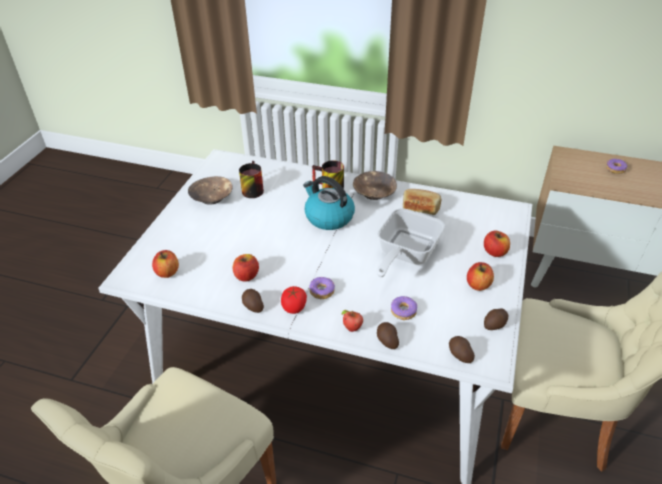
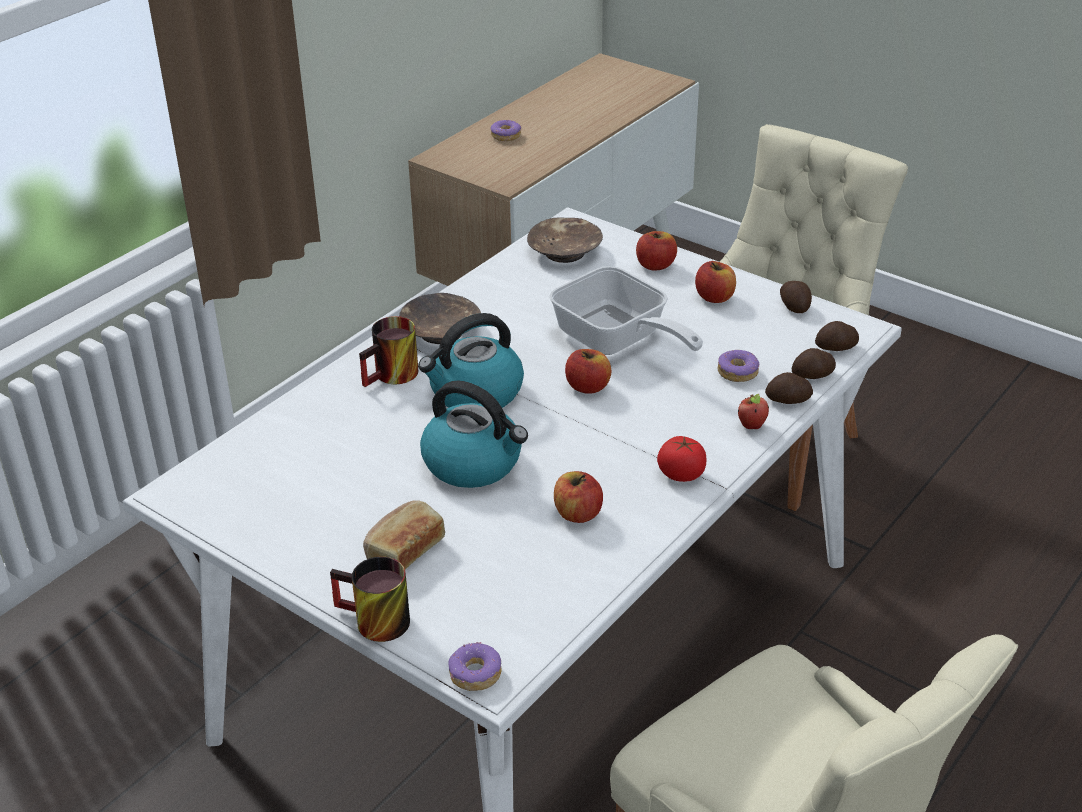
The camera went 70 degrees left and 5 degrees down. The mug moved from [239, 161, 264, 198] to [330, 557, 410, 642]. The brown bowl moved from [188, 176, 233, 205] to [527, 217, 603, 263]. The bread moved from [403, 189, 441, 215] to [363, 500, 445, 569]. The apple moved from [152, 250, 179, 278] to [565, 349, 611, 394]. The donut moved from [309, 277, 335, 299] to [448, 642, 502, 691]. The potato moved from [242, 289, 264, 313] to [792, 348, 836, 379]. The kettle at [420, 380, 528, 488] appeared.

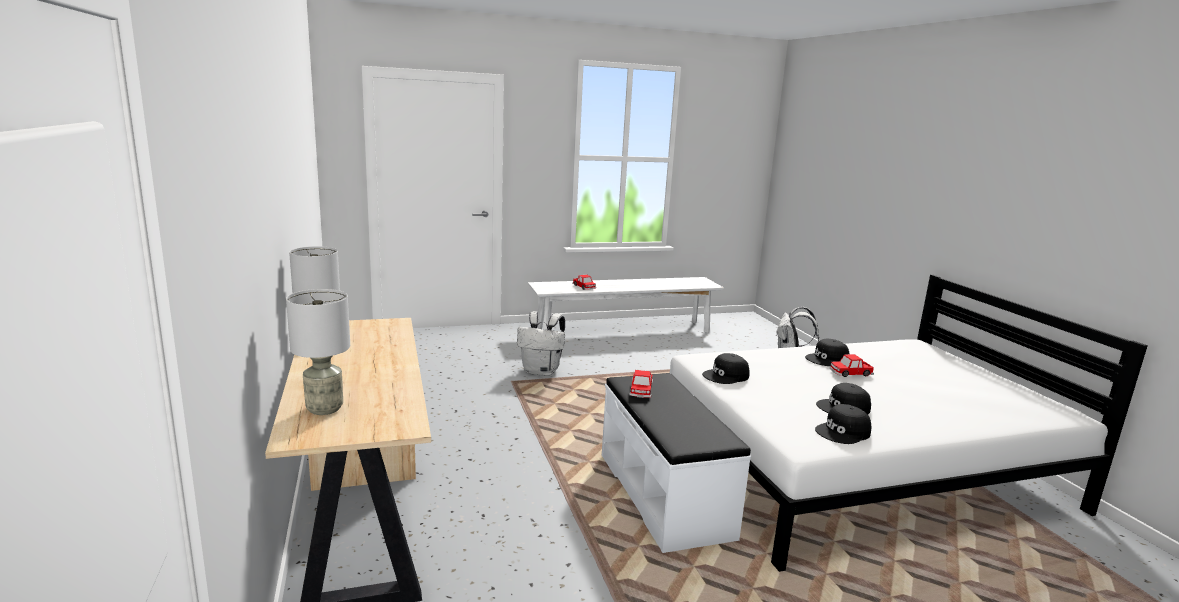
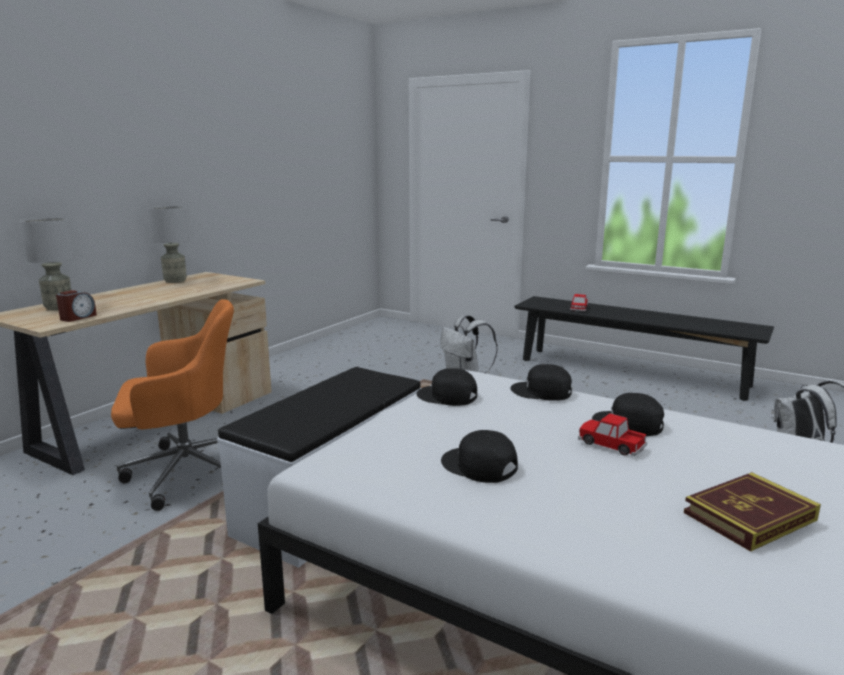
The camera went 50 degrees right and 0 degrees up. The white bench at [528, 277, 724, 333] became the black bench at [514, 296, 774, 401]. The toy car at [629, 370, 653, 398] disappeared. The black cap moved from [815, 404, 871, 444] to [510, 364, 572, 401]. The alarm clock at [56, 290, 97, 322] appeared. The orange office chair at [111, 299, 234, 511] appeared. The book at [684, 472, 821, 552] appeared.

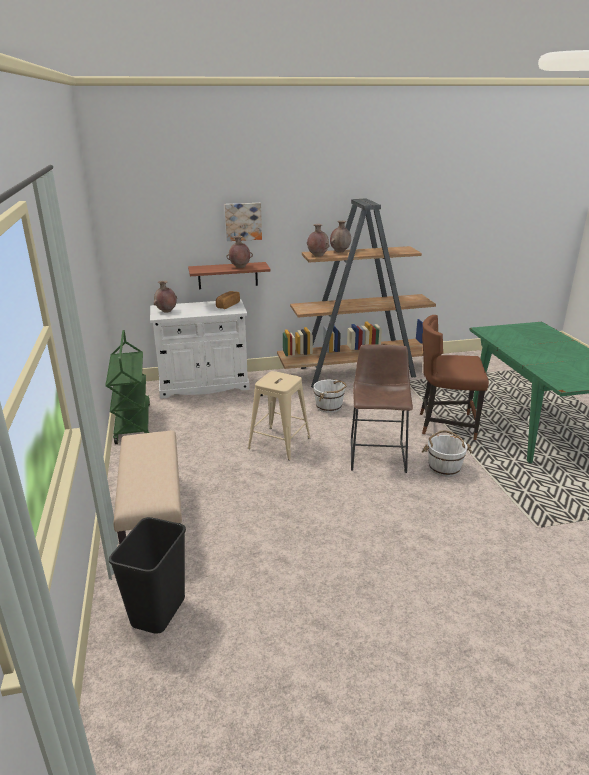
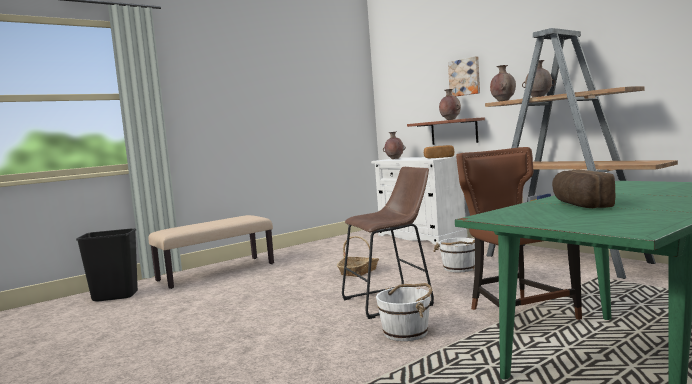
The camera went 65 degrees right and 20 degrees down. The green cart at [106, 330, 150, 444] disappeared. The beige stool at [248, 371, 310, 460] was replaced by the basket at [337, 236, 379, 277]. The bread at [552, 169, 615, 208] appeared.

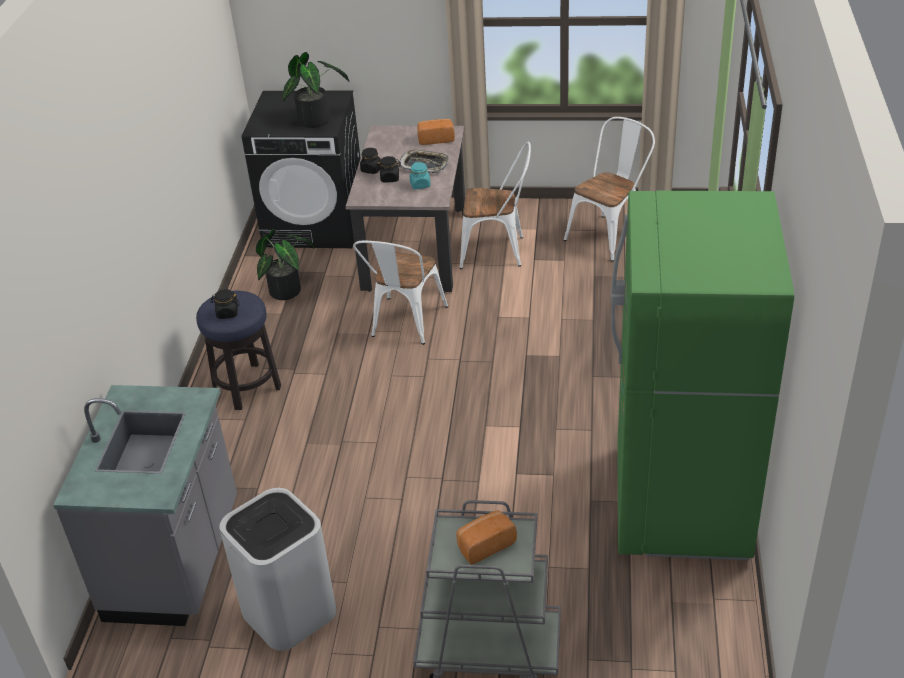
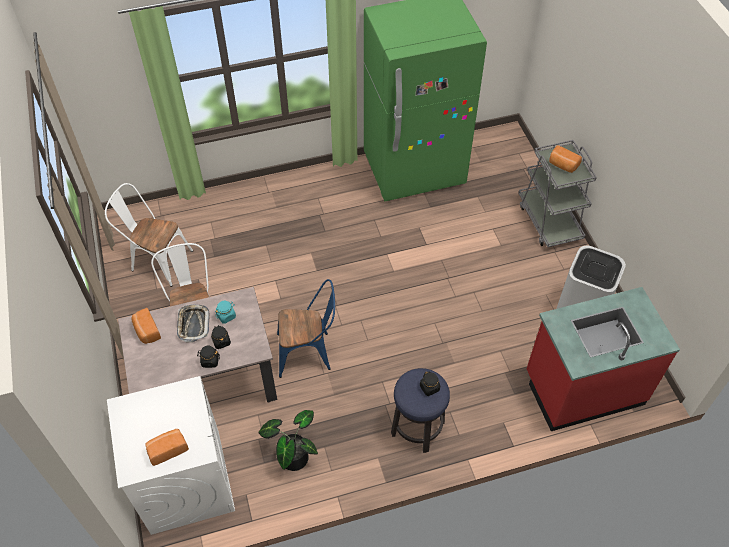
The camera went 115 degrees left and 15 degrees up. The potted plant at [283, 52, 349, 128] disappeared. The black washing machine at [242, 91, 361, 248] became the white washing machine at [107, 376, 235, 535]. The white chair at [353, 241, 448, 345] became the blue chair at [277, 279, 335, 378]. The grey counter at [53, 385, 237, 626] became the red counter at [527, 287, 680, 431]. The bread at [145, 429, 189, 466] appeared.

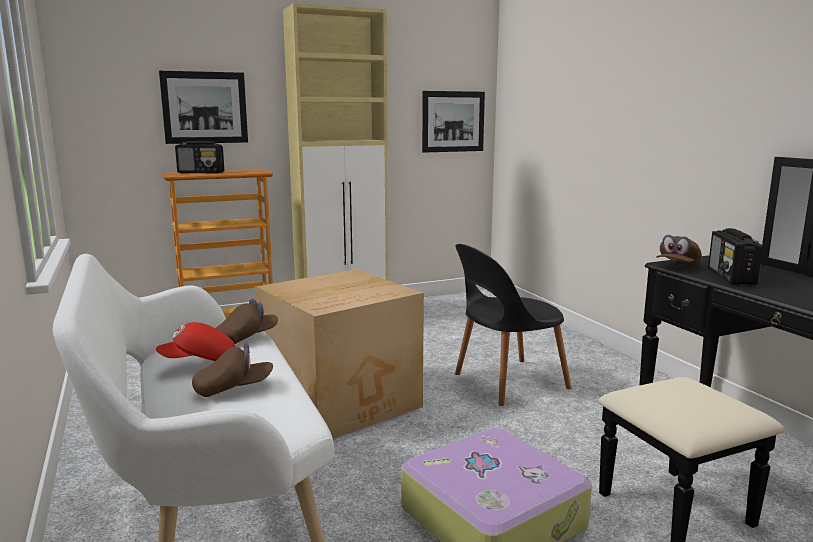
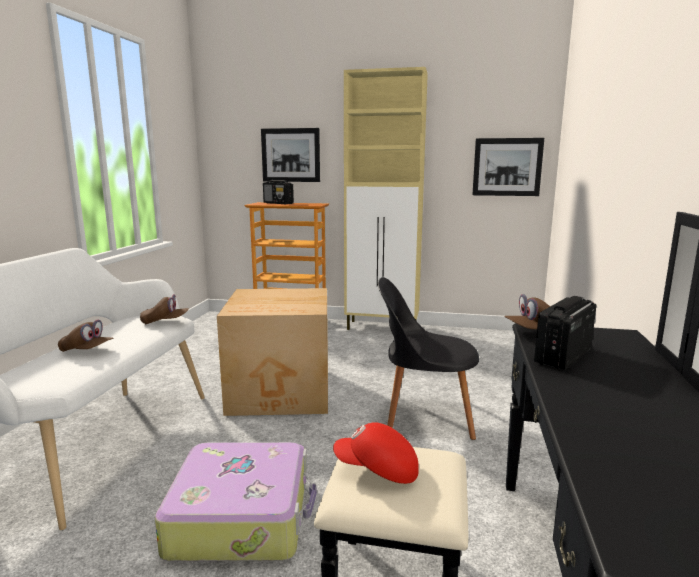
The camera went 35 degrees right and 0 degrees up. The red cap moved from [156, 322, 236, 361] to [333, 422, 419, 484].

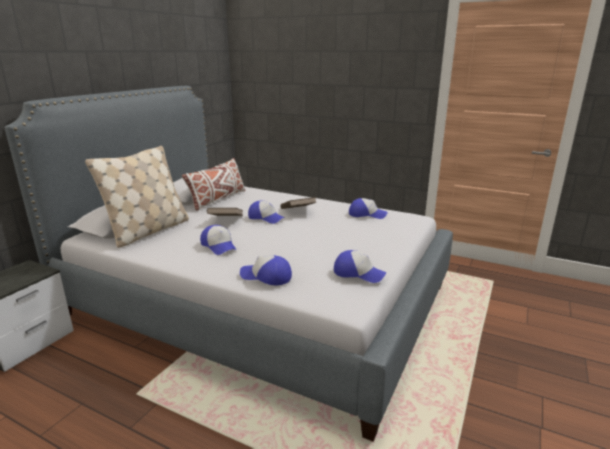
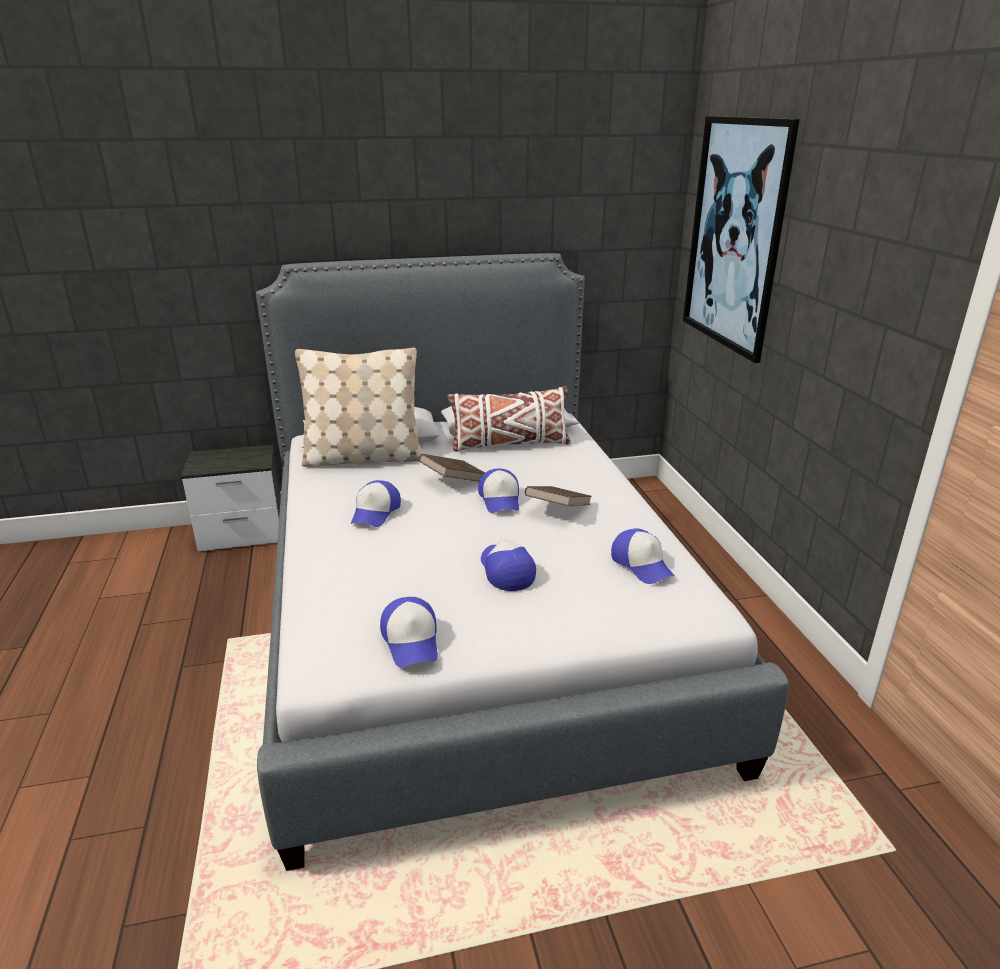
The camera went 50 degrees right and 5 degrees up. The cap moved from [240, 255, 292, 285] to [481, 539, 536, 591]. The picture at [683, 116, 800, 363] appeared.

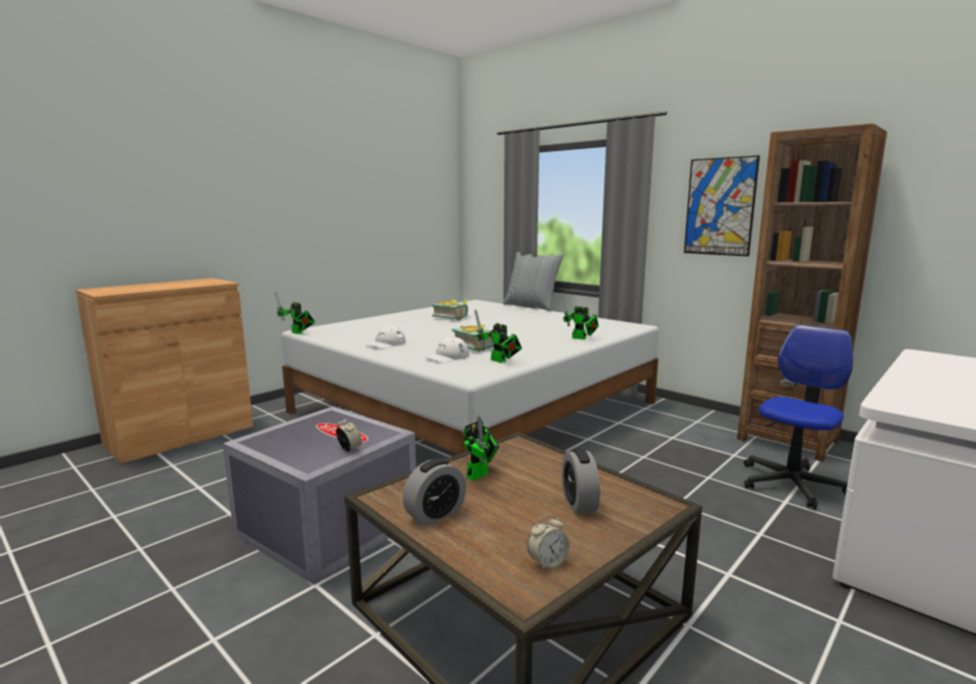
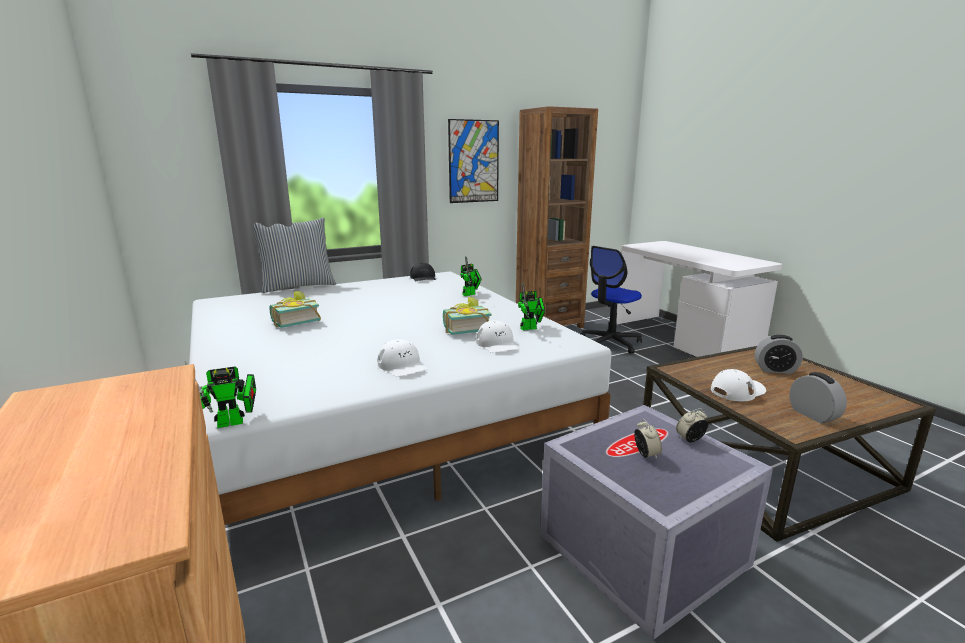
The camera went 70 degrees left and 5 degrees up. The office chair at [744, 325, 853, 509] turned 105 degrees counterclockwise. The toy robot at [464, 415, 499, 481] was replaced by the white cap at [711, 369, 766, 401]. The alarm clock moved from [527, 514, 570, 571] to [634, 419, 662, 460]. The black cap at [410, 263, 436, 281] appeared.

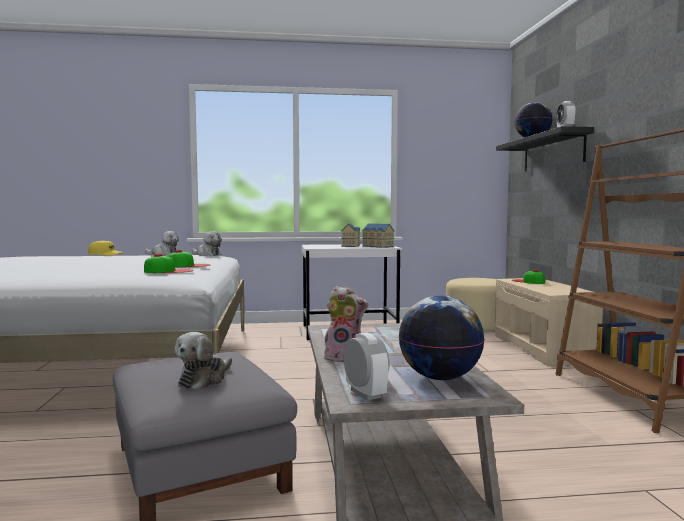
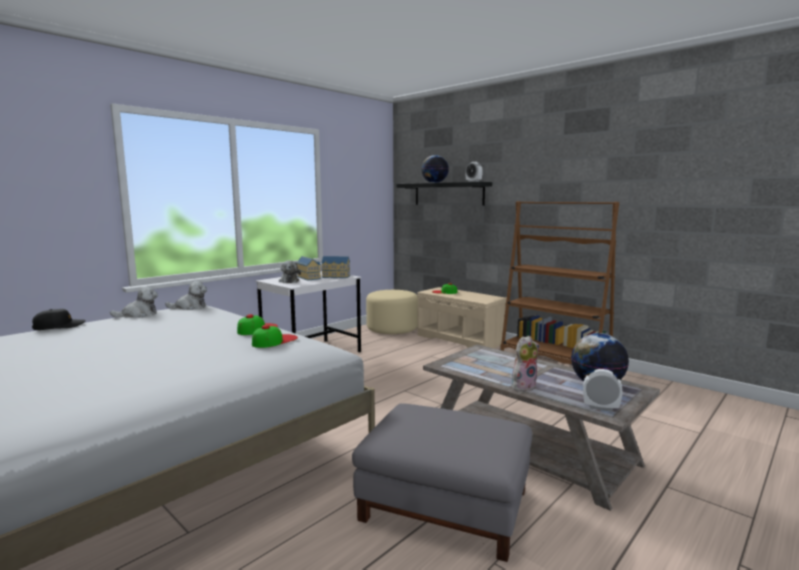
The camera went 40 degrees left and 5 degrees up. The yellow cap at [88, 240, 123, 256] became the black cap at [32, 309, 86, 330]. The plush toy moved from [174, 332, 232, 390] to [279, 261, 301, 283].

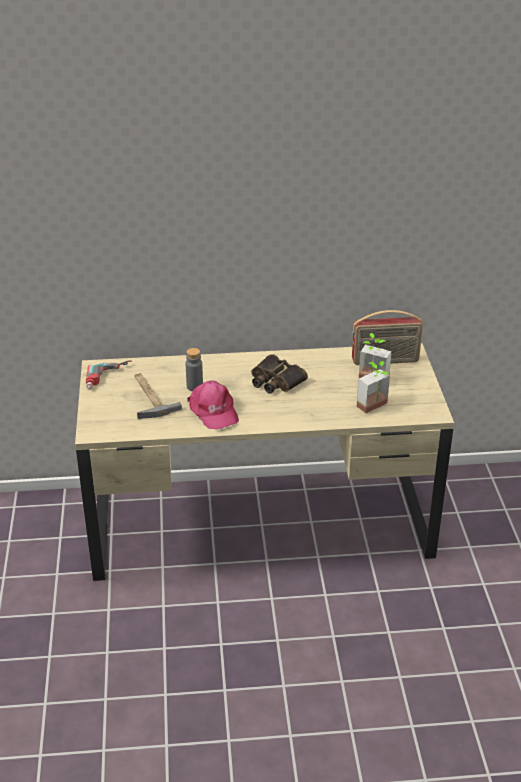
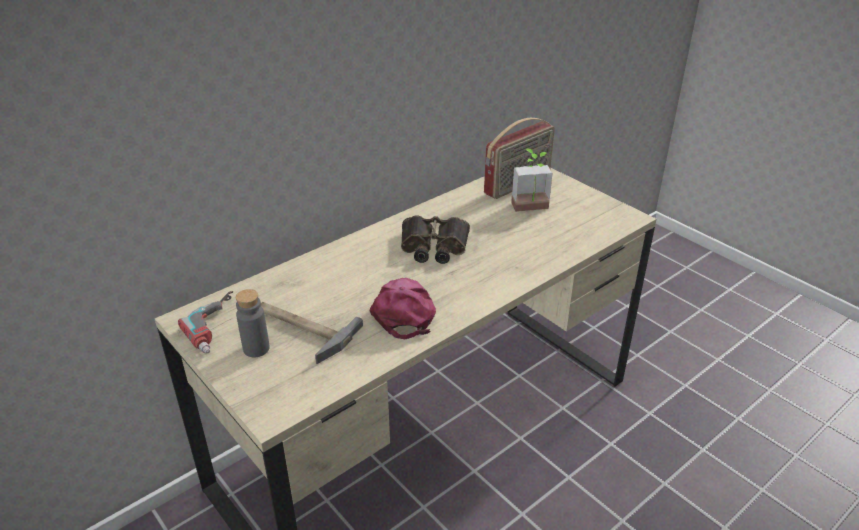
The camera went 35 degrees left and 0 degrees up. The grey bottle moved from [186, 348, 203, 391] to [236, 289, 270, 357]. The potted plant at [357, 361, 390, 413] disappeared. The pink cap at [187, 380, 239, 430] turned 120 degrees counterclockwise.

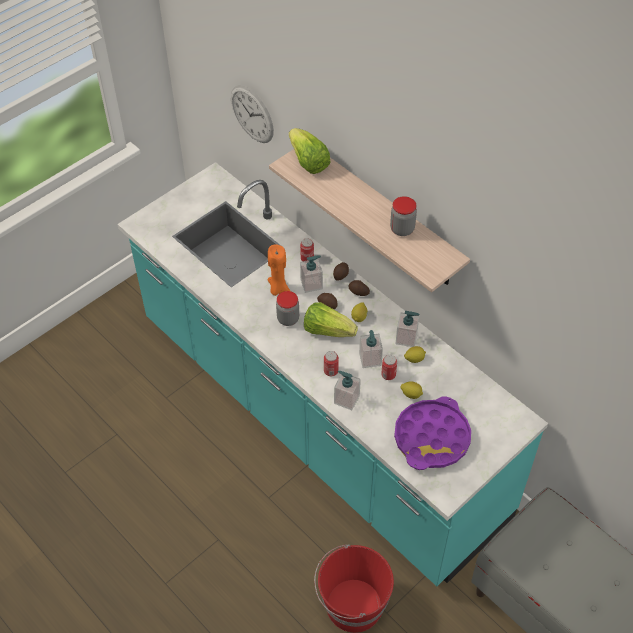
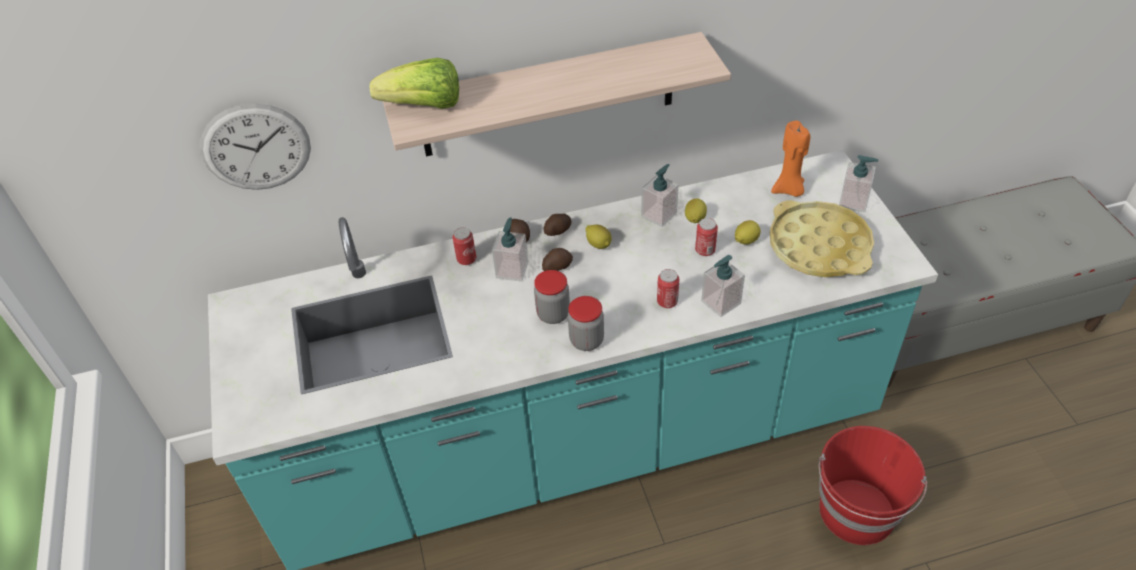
The camera went 60 degrees left and 5 degrees down. The jar moved from [390, 196, 417, 236] to [568, 296, 604, 351]. The orange candle moved from [267, 244, 290, 296] to [771, 121, 810, 197]. The lettuce at [304, 302, 358, 337] disappeared. The soap dispenser moved from [359, 330, 383, 368] to [839, 155, 878, 212]. The purple tray at [394, 396, 471, 470] became the yellow tray at [770, 200, 874, 277].

